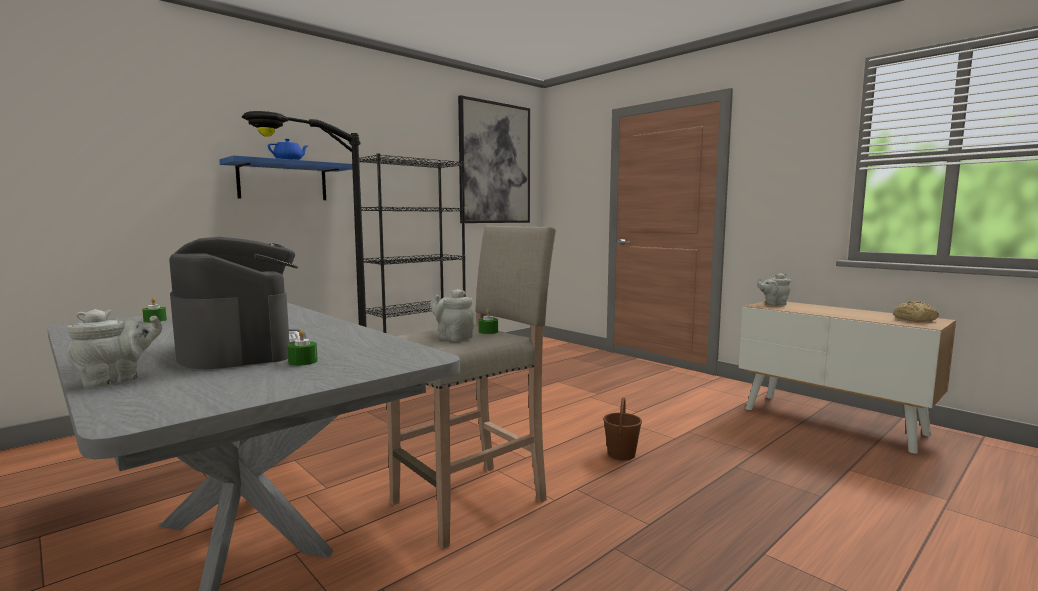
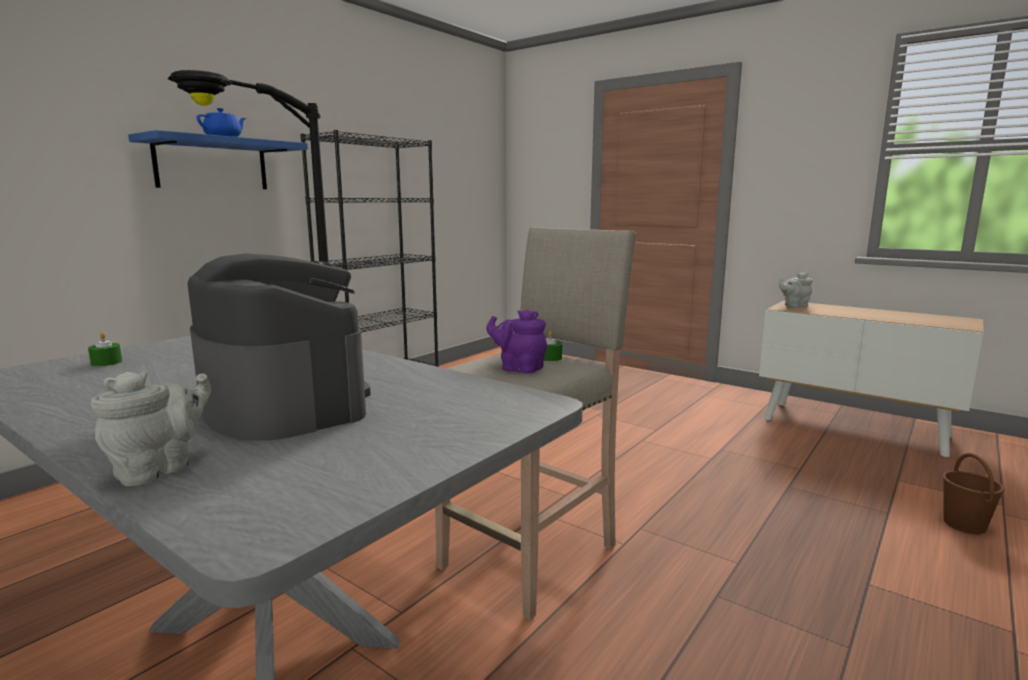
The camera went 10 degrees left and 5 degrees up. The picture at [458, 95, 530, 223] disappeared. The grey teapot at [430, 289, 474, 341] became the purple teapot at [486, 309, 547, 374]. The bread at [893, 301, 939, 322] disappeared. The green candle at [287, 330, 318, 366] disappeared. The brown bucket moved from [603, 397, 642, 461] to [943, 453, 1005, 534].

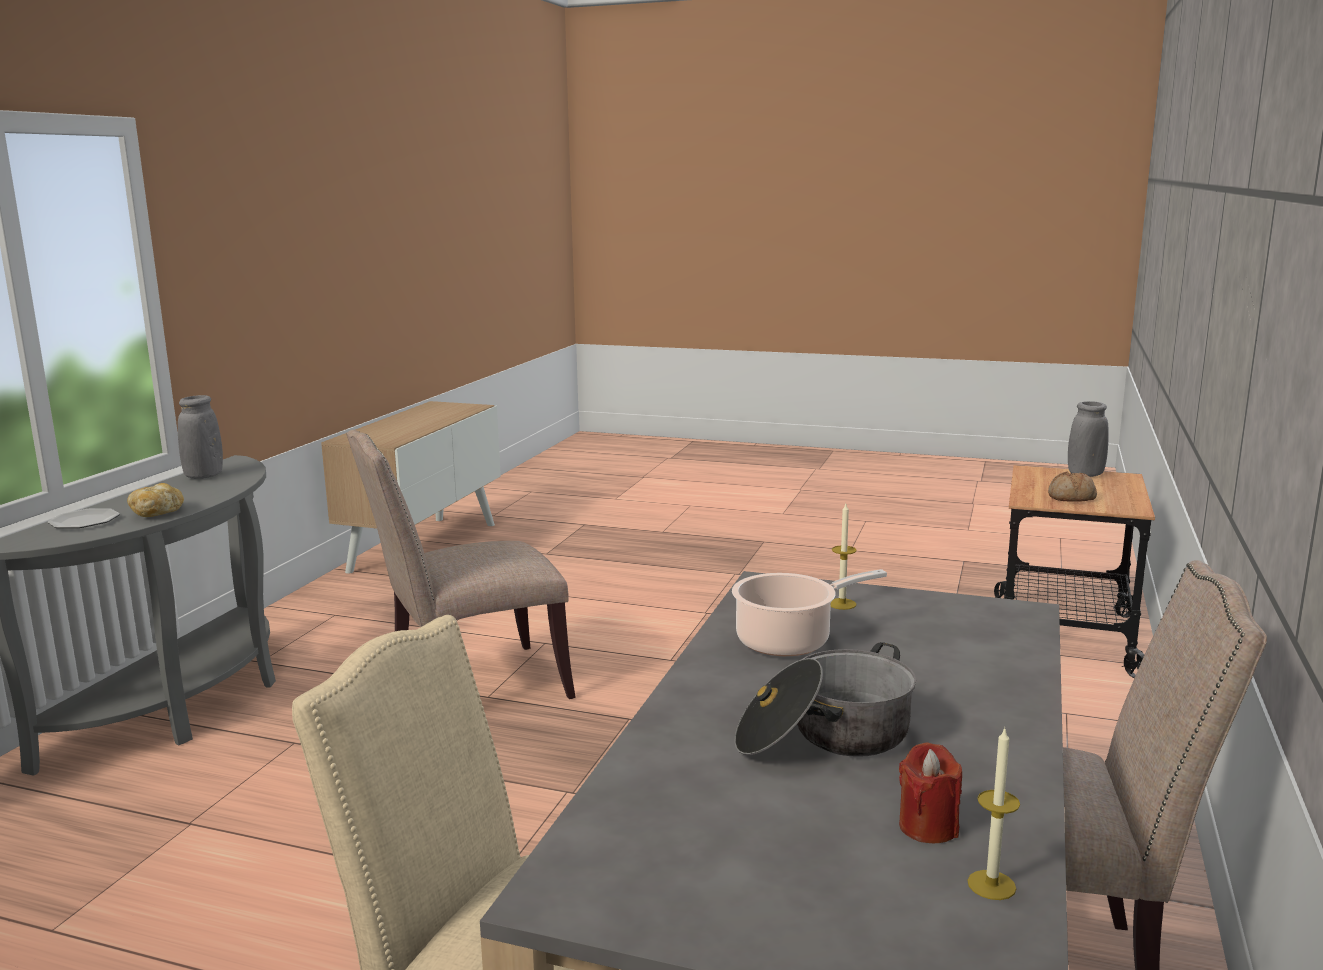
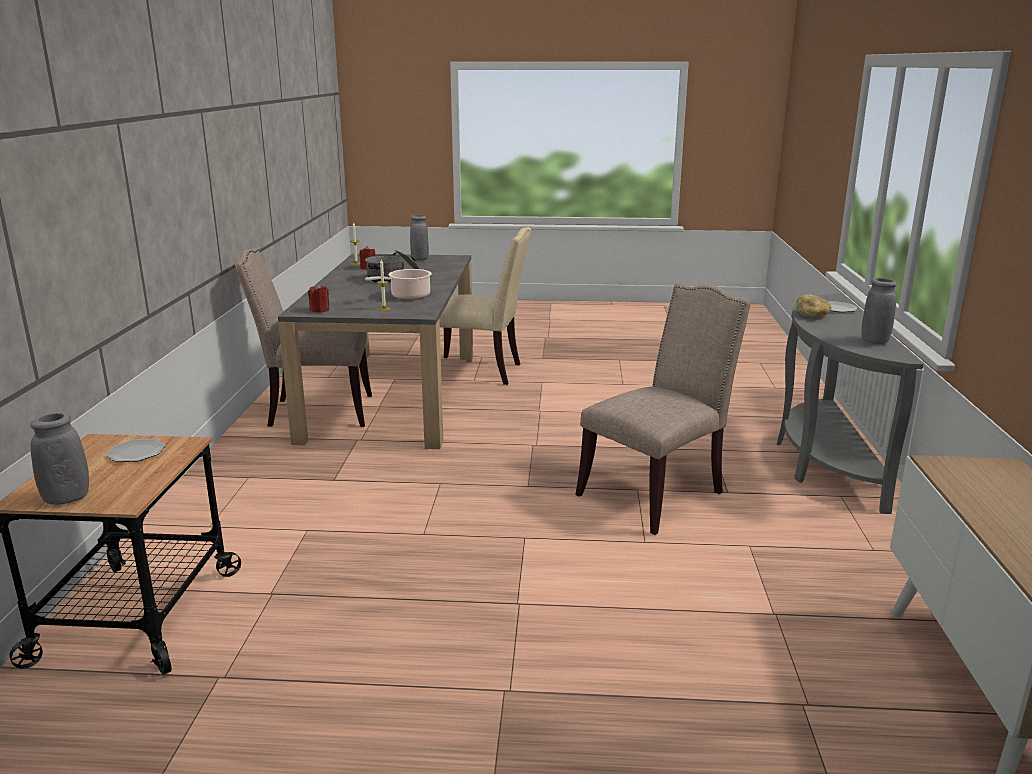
The camera went 165 degrees right and 5 degrees up. The bread at [1048, 471, 1097, 502] was replaced by the plate at [106, 439, 166, 462]. The grey vase at [410, 215, 429, 260] appeared. The red candle at [308, 284, 329, 313] appeared.

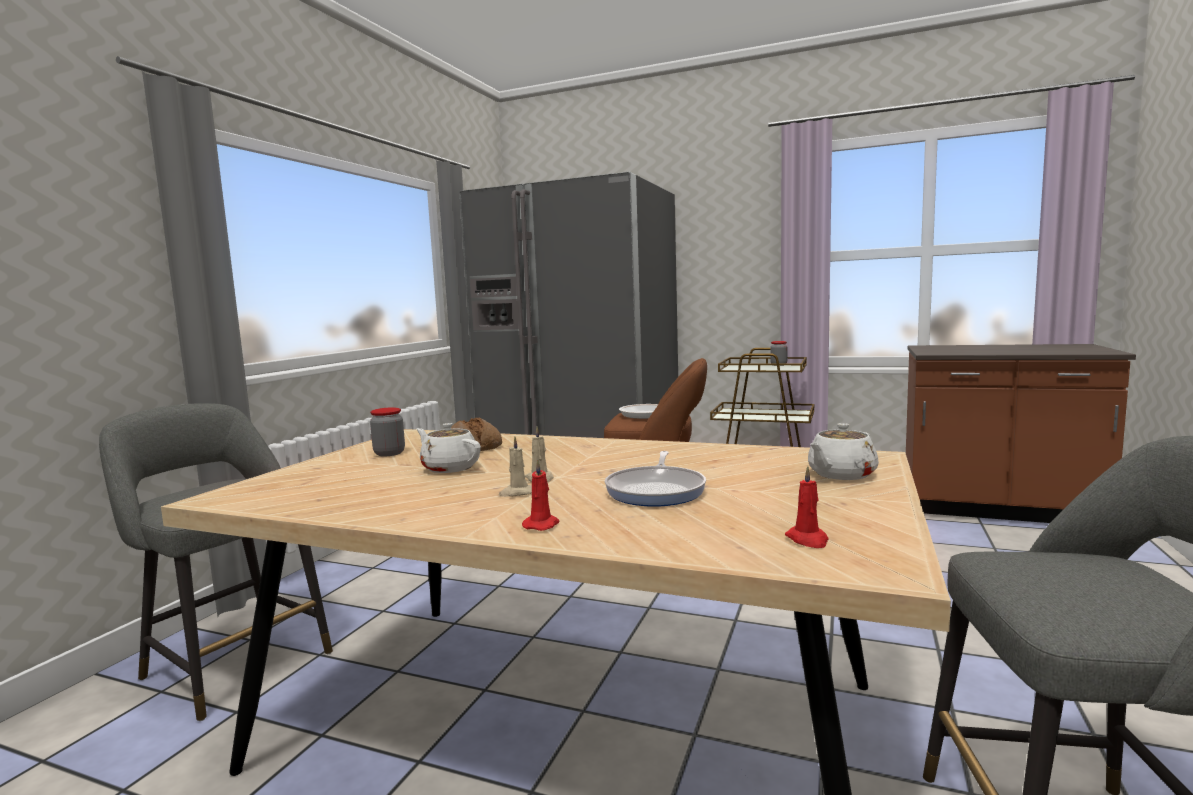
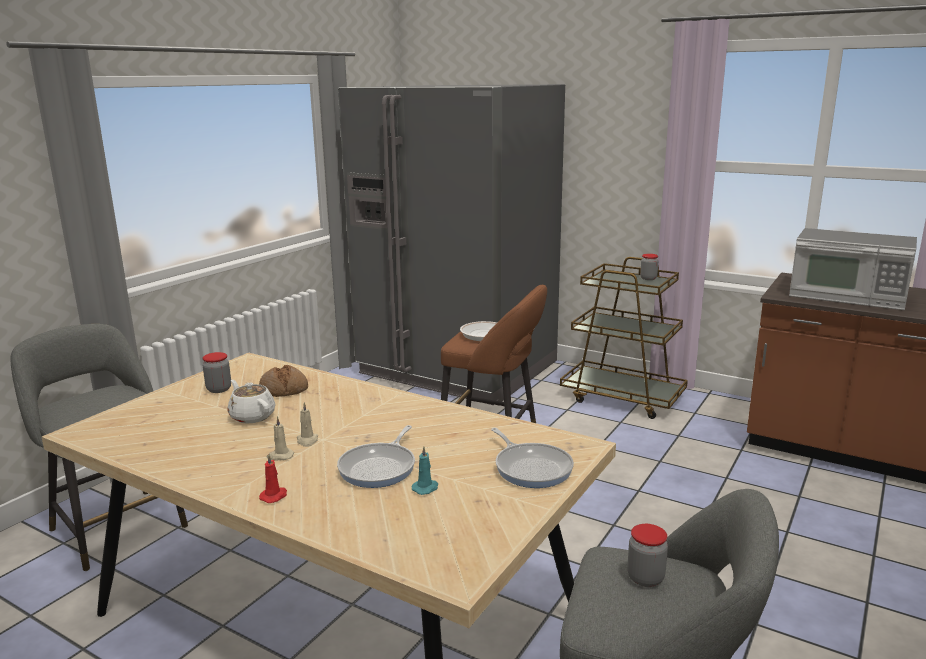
The camera went 10 degrees right and 10 degrees up. The white teapot at [808, 423, 879, 480] was replaced by the frying pan at [491, 428, 574, 488]. The red candle at [785, 466, 829, 548] disappeared. The microwave at [789, 228, 917, 310] appeared. The turquoise candle at [412, 446, 438, 495] appeared. The jar at [627, 524, 668, 587] appeared.

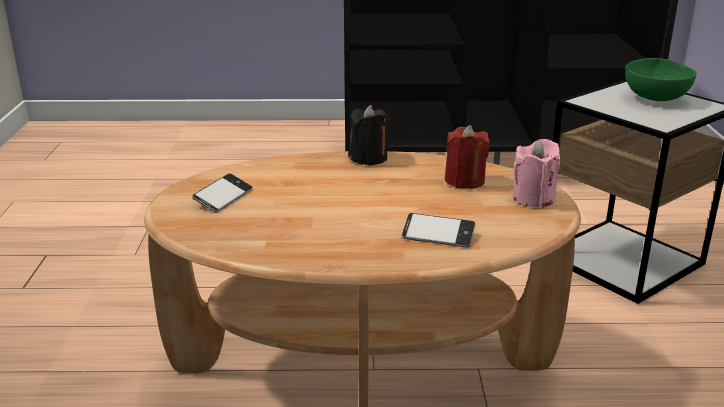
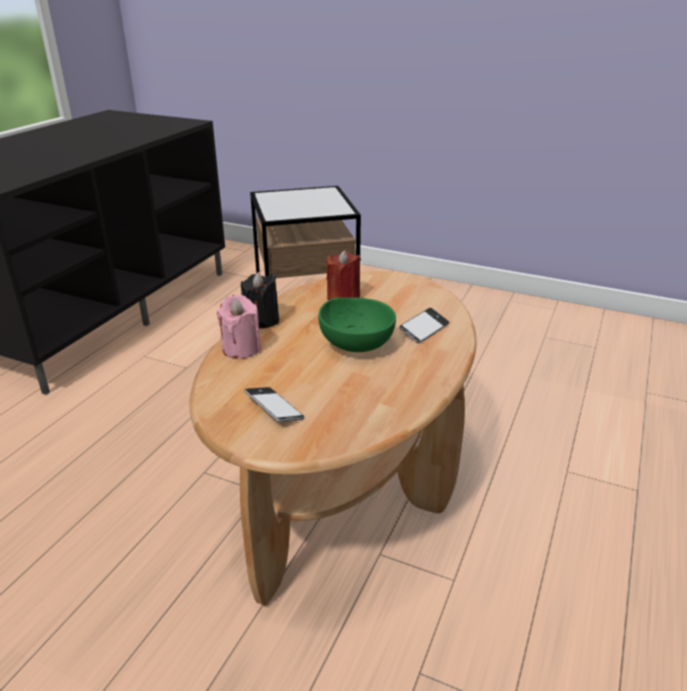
The camera went 65 degrees left and 5 degrees up. The green bowl moved from [625, 58, 697, 101] to [319, 297, 396, 352]. The pink candle moved from [513, 139, 560, 208] to [217, 295, 261, 359].

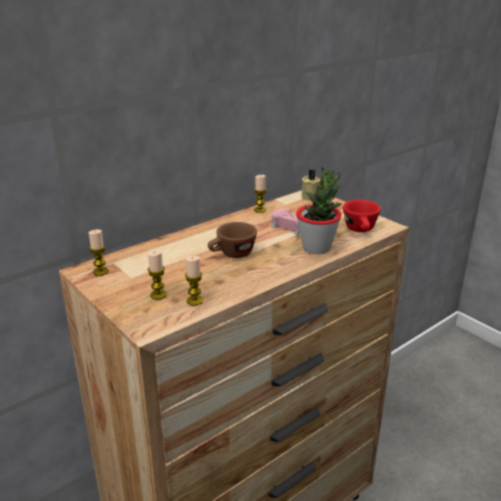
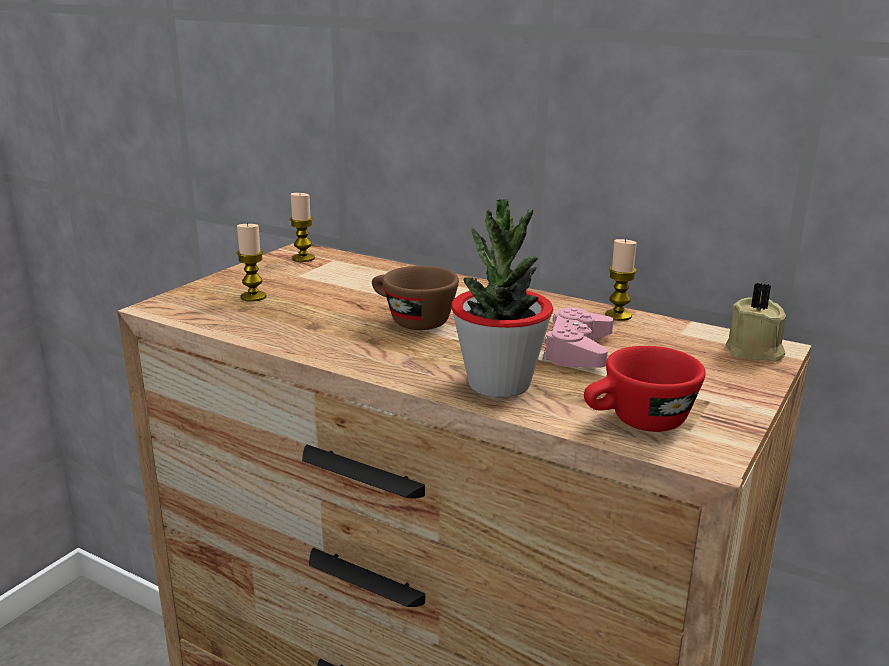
The camera went 70 degrees right and 5 degrees down. The candle at [185, 256, 203, 305] disappeared.

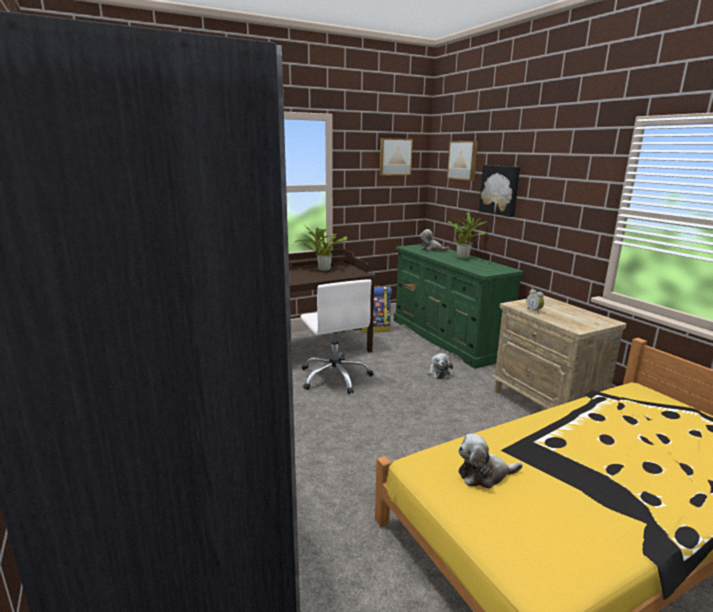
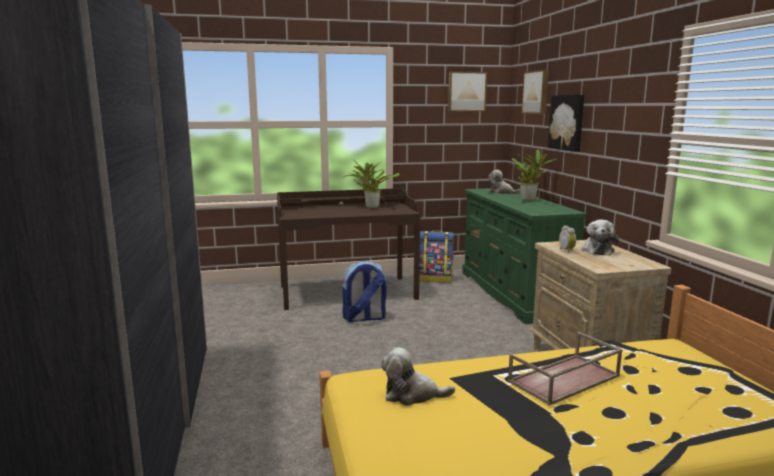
The camera went 15 degrees right and 5 degrees down. The white office chair at [300, 279, 373, 394] was replaced by the backpack at [342, 261, 387, 322]. The plush toy moved from [428, 353, 453, 379] to [581, 220, 619, 256]. The brown tray at [508, 332, 622, 406] appeared.

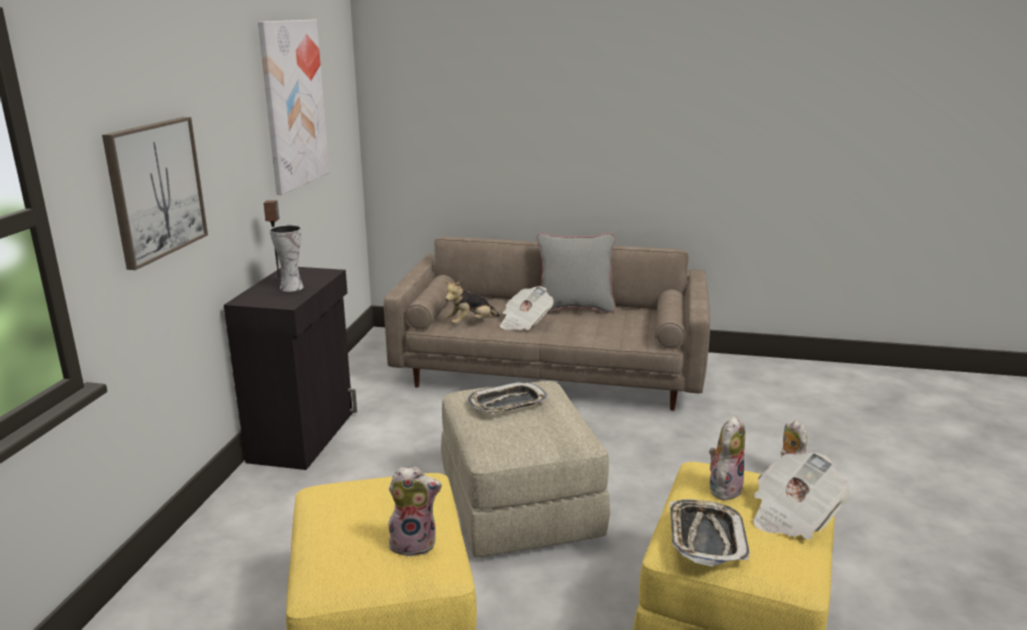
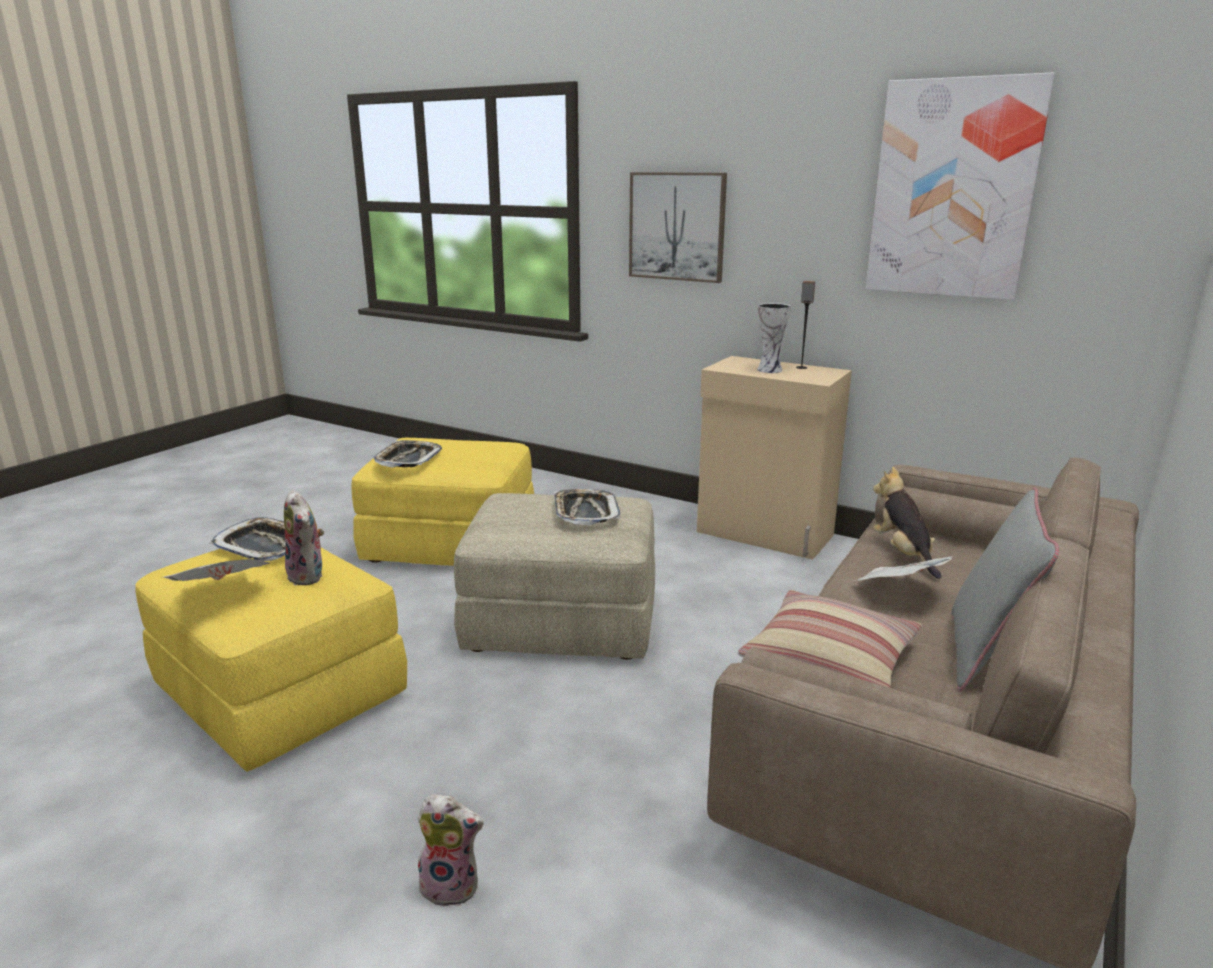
The camera went 110 degrees right and 0 degrees up. The black cabinet at [224, 267, 357, 470] became the beige cabinet at [697, 356, 852, 560]. The plush toy at [388, 467, 442, 557] was replaced by the tray at [374, 440, 442, 468]. The pillow at [738, 590, 922, 688] appeared.

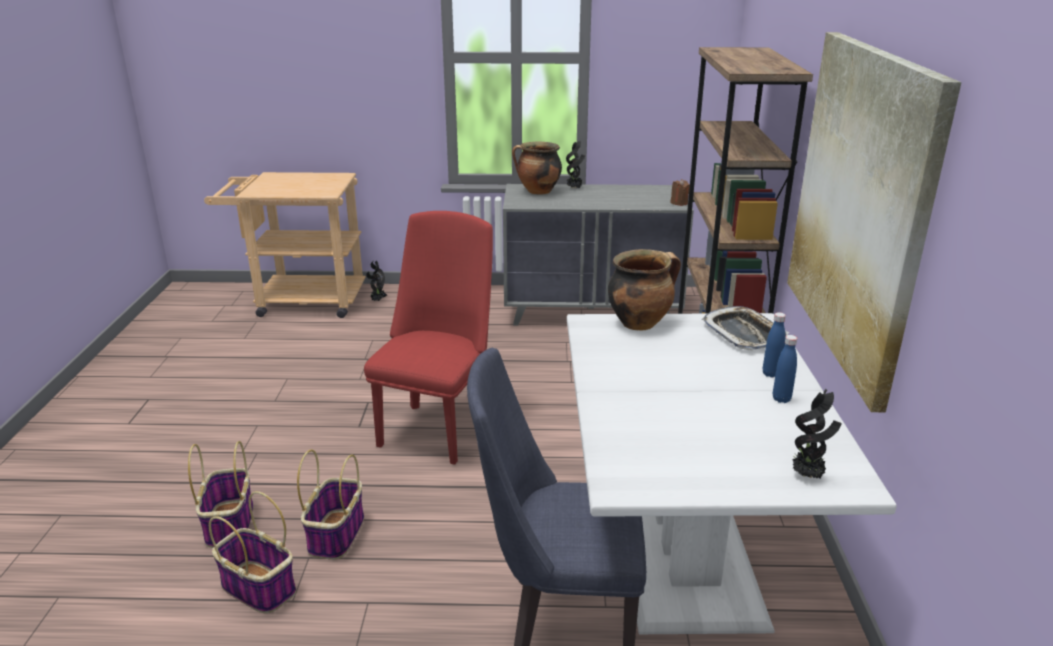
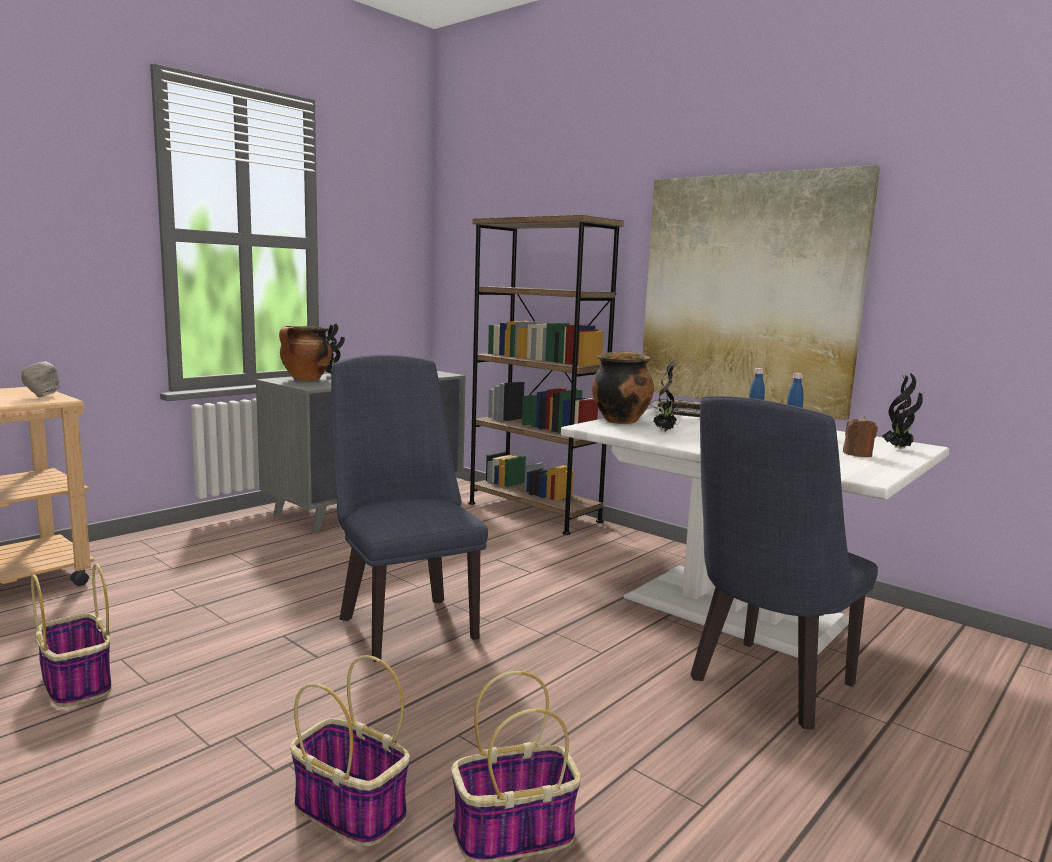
The camera went 50 degrees left and 15 degrees down. The brown candle moved from [670, 179, 690, 206] to [843, 416, 878, 457]. The red chair at [364, 211, 493, 465] became the blue chair at [331, 355, 488, 662]. The potted plant moved from [367, 260, 387, 301] to [653, 360, 679, 431]. The basket moved from [297, 449, 364, 560] to [31, 563, 112, 707]. The grey bowl at [21, 361, 60, 397] appeared.

